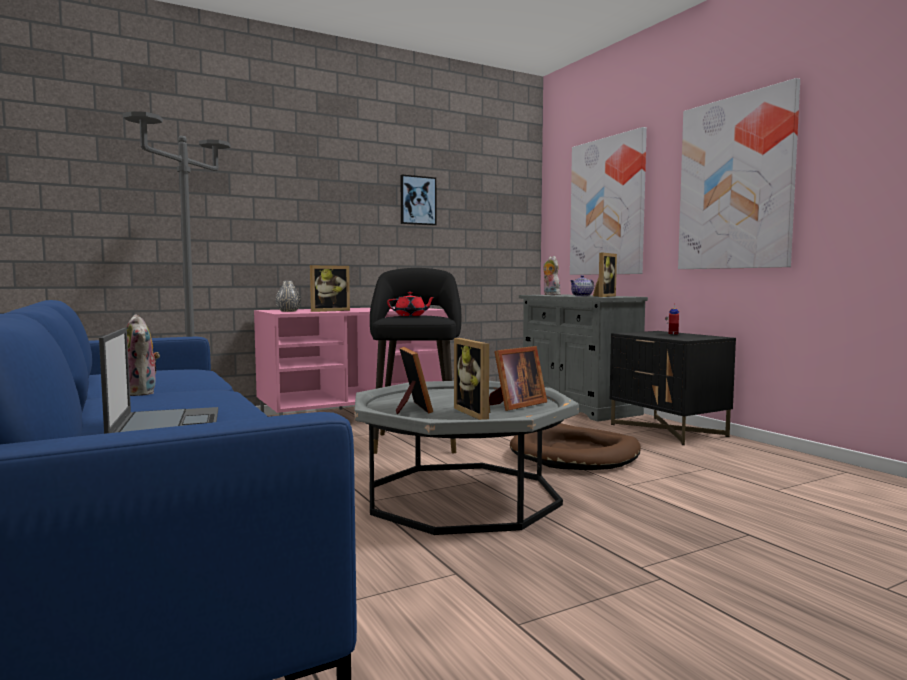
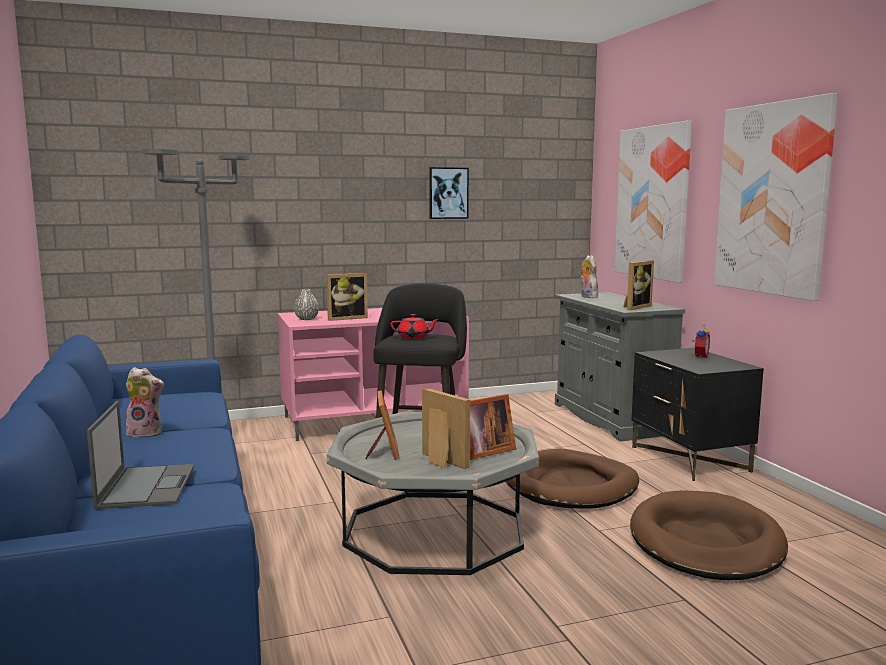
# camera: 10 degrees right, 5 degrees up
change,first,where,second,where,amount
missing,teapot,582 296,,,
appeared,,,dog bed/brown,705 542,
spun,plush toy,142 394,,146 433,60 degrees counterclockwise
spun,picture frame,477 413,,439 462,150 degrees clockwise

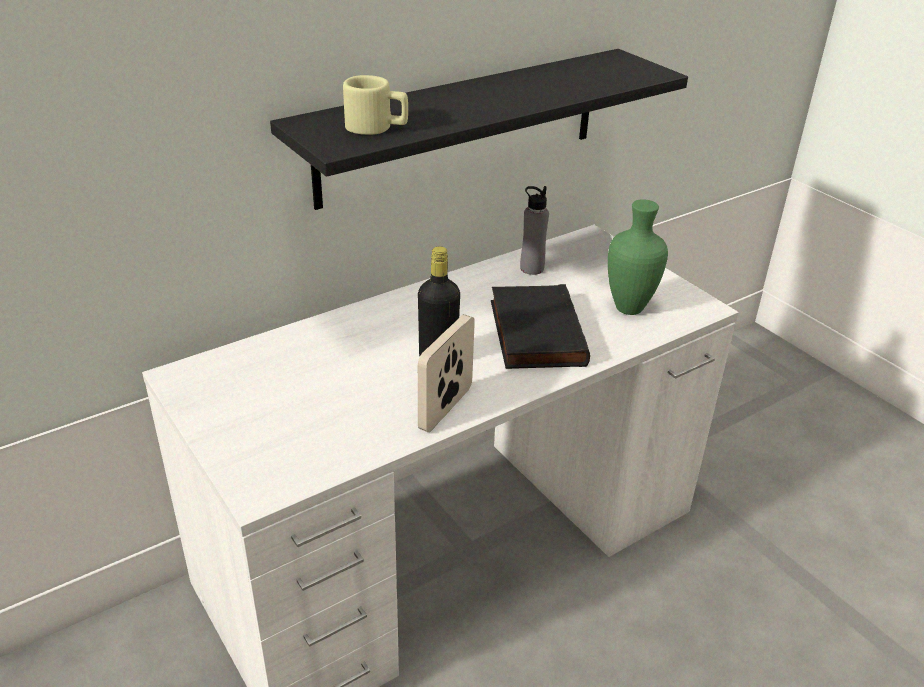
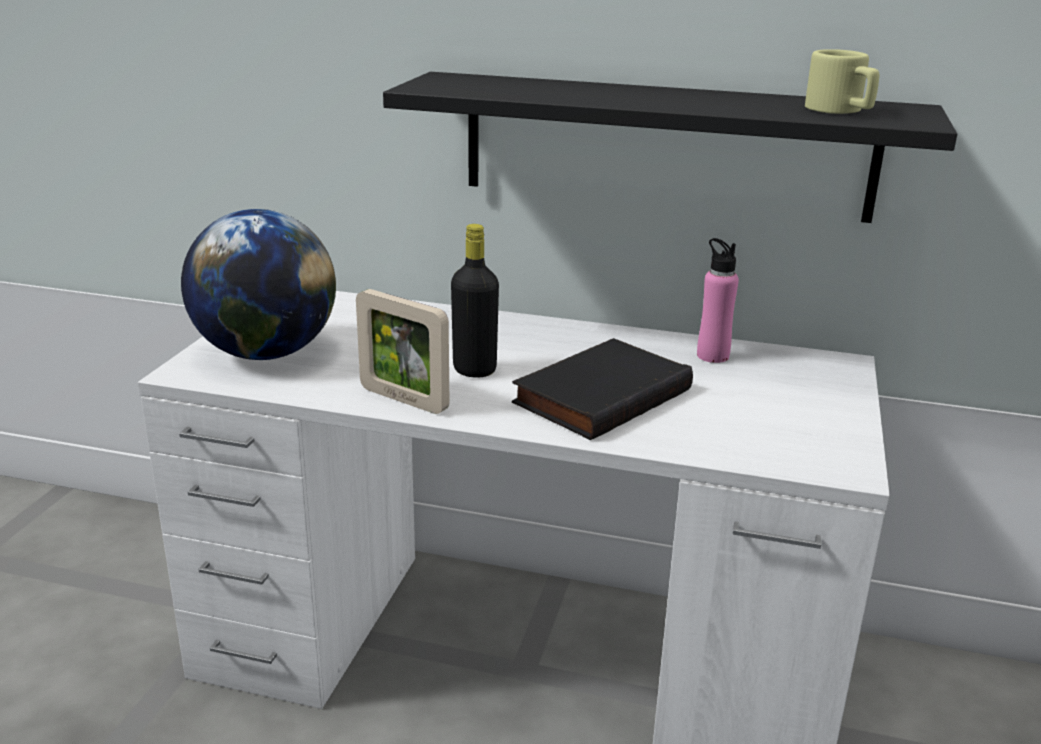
# camera: 50 degrees right, 10 degrees down
change,first,where,second,where,amount
missing,vase/green,628 307,,,
appeared,,,globe,266 353,
relocated,mug/beige,377 128,,840 111,
colour,bottle/grey,531 268,bottle/pink,712 356,
spun,picture frame,445 408,,404 399,135 degrees counterclockwise

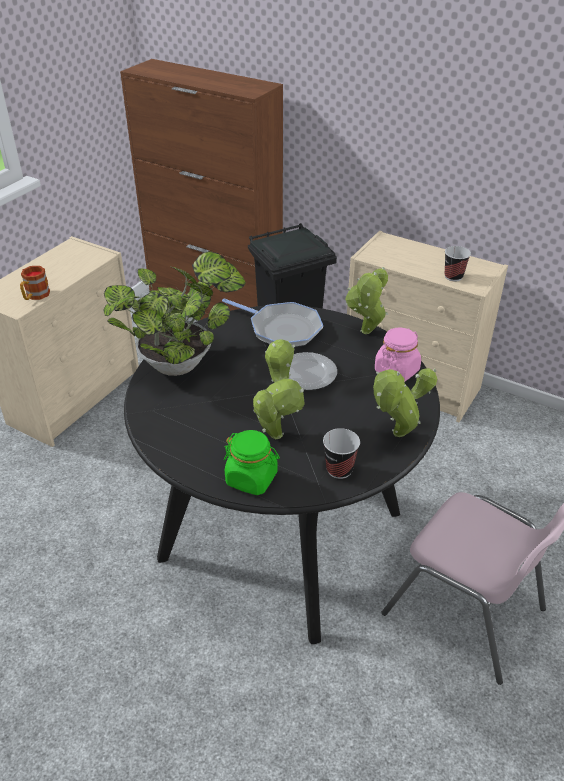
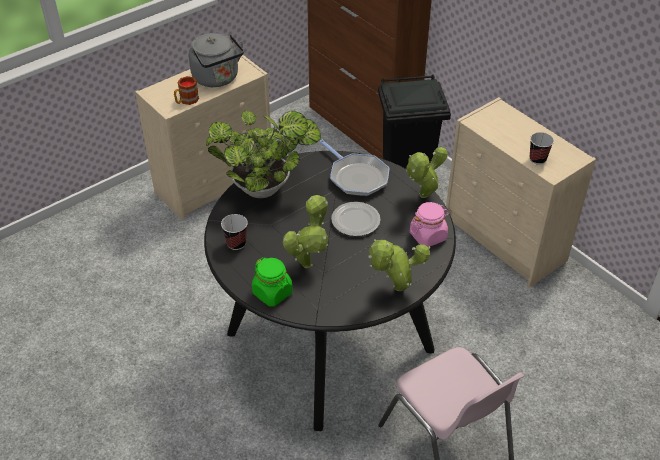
# camera: 20 degrees right, 5 degrees up
change,first,where,second,where,amount
appeared,,,kettle/grey,217 79,
relocated,cup,339 470,,236 243,

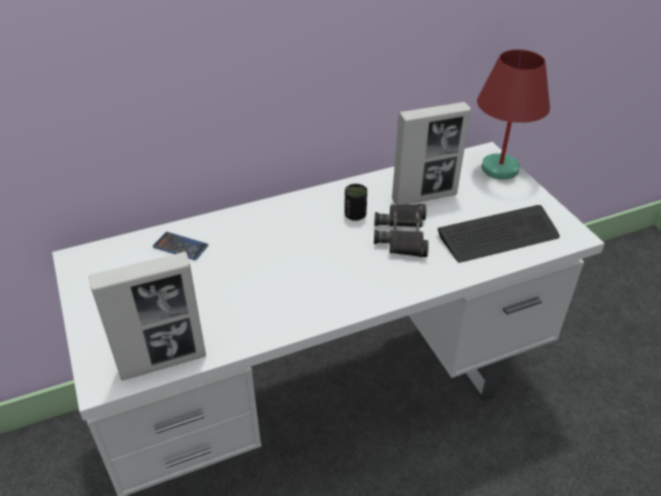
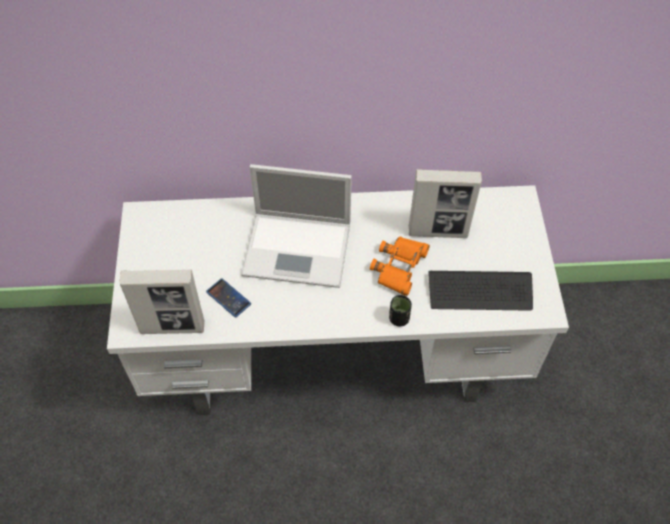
# camera: 20 degrees right, 15 degrees up
change,first,where,second,where,amount
missing,table lamp/red,499 168,,,
appeared,,,laptop,299 249,
relocated,phone,180 246,,228 298,
relocated,cup/black,355 215,,399 318,
colour,binoculars/black,403 235,binoculars/orange,399 267,

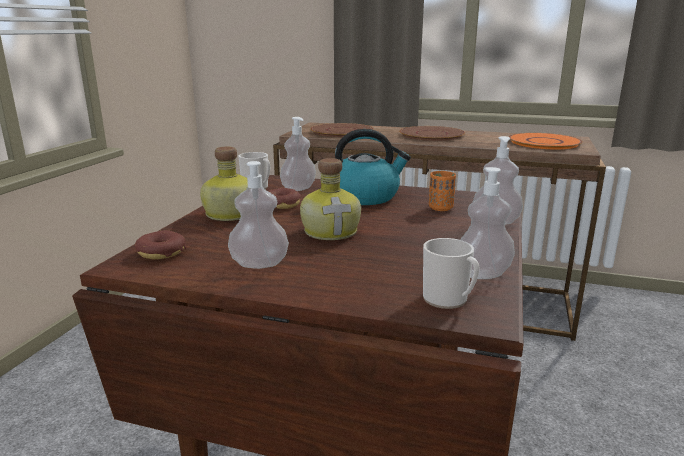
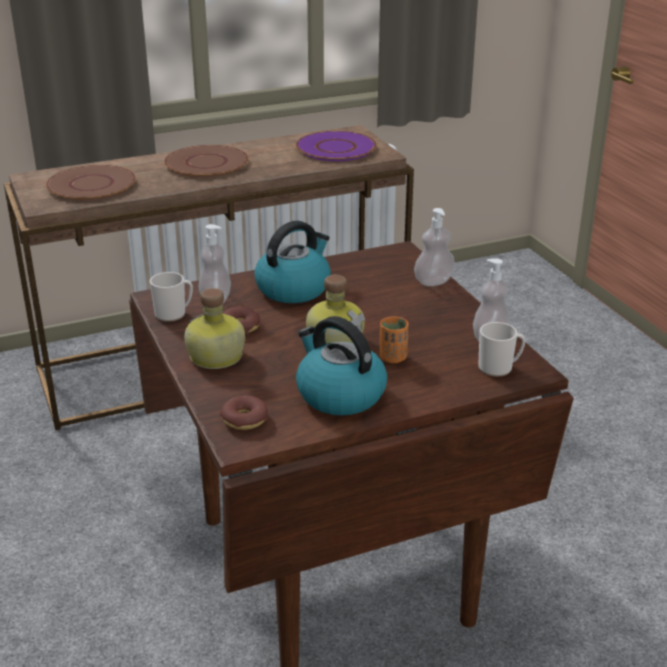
# camera: 40 degrees left, 10 degrees up
change,first,where,second,where,amount
relocated,cup/orange,440 208,,393 358,
exchanged,soap dispenser,259 264,kettle,339 394,
colour,plate/orange,543 142,plate/purple,335 148,

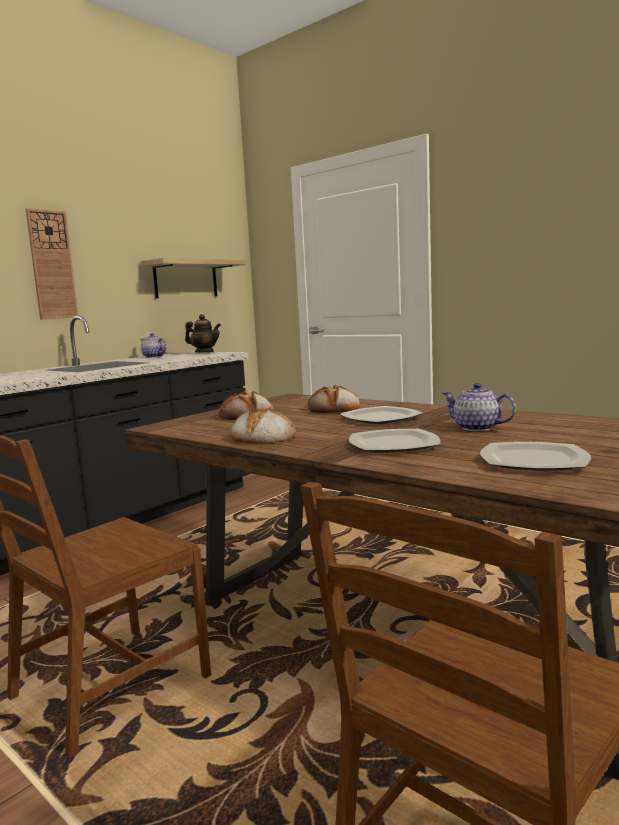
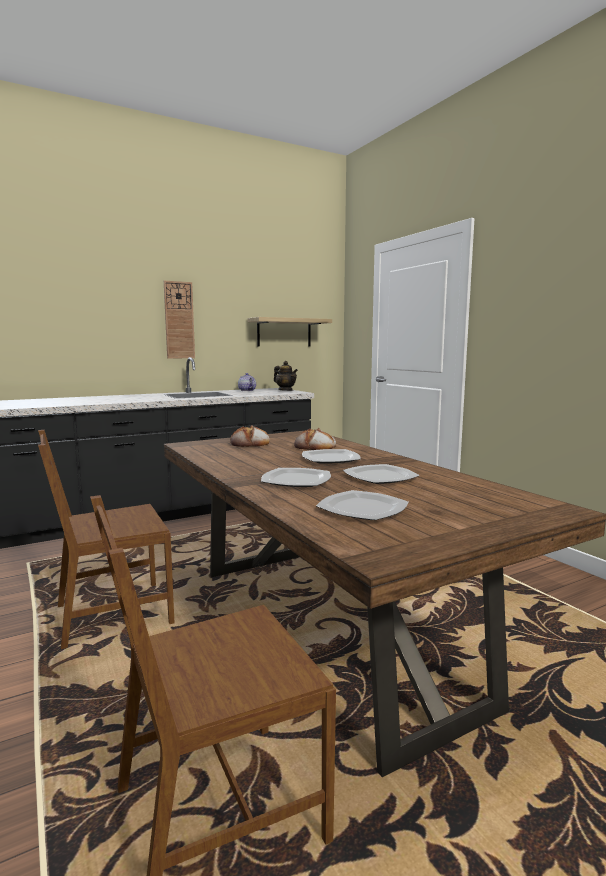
# camera: 20 degrees right, 0 degrees up
change,first,where,second,where,amount
missing,bread,262 436,,,
exchanged,teapot,477 428,plate,380 477,

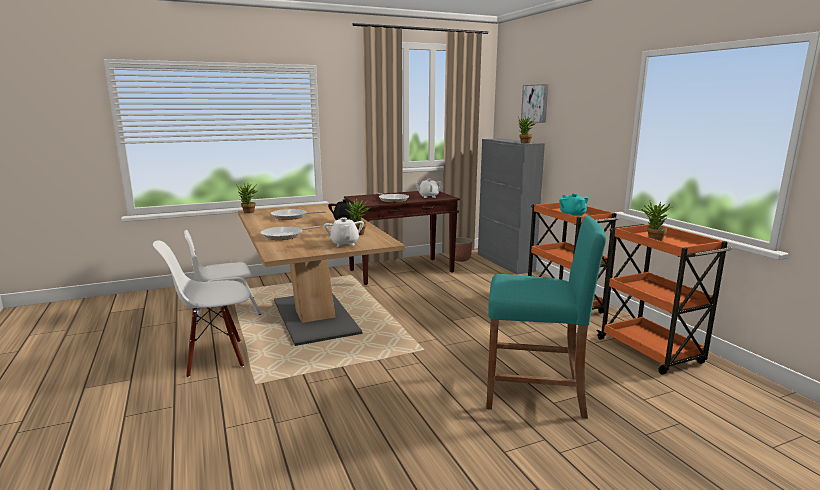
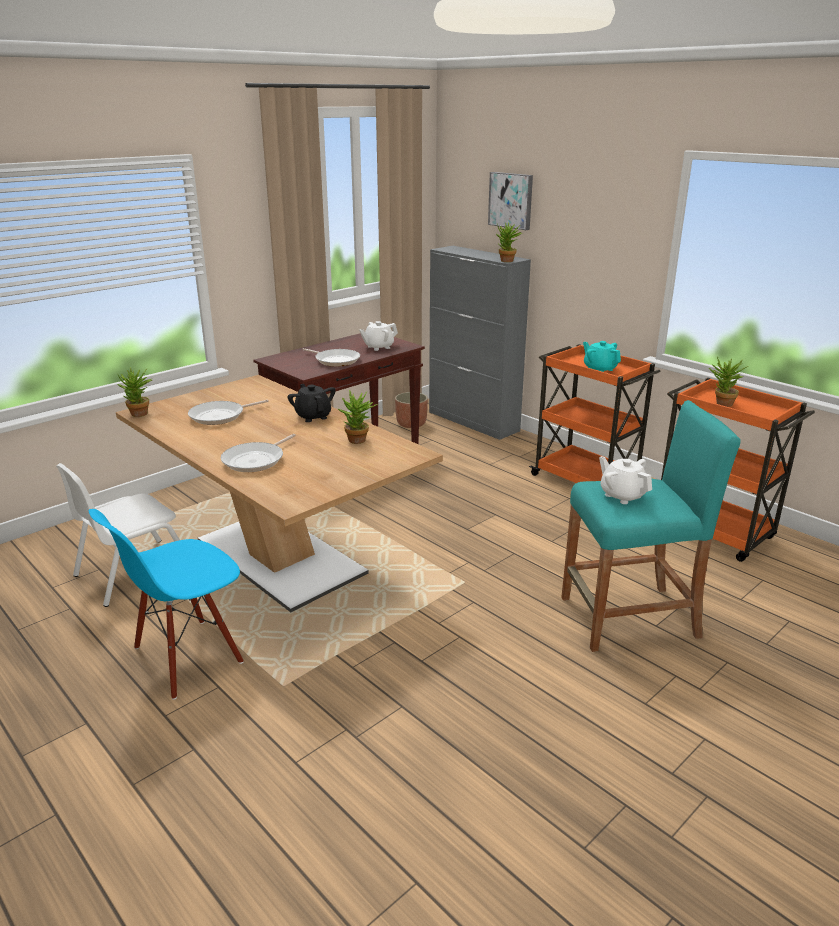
# camera: 20 degrees left, 10 degrees up
change,first,where,second,where,amount
relocated,teapot/white,344 243,,622 495,
colour,chair/white,215 357,chair/blue,187 657,

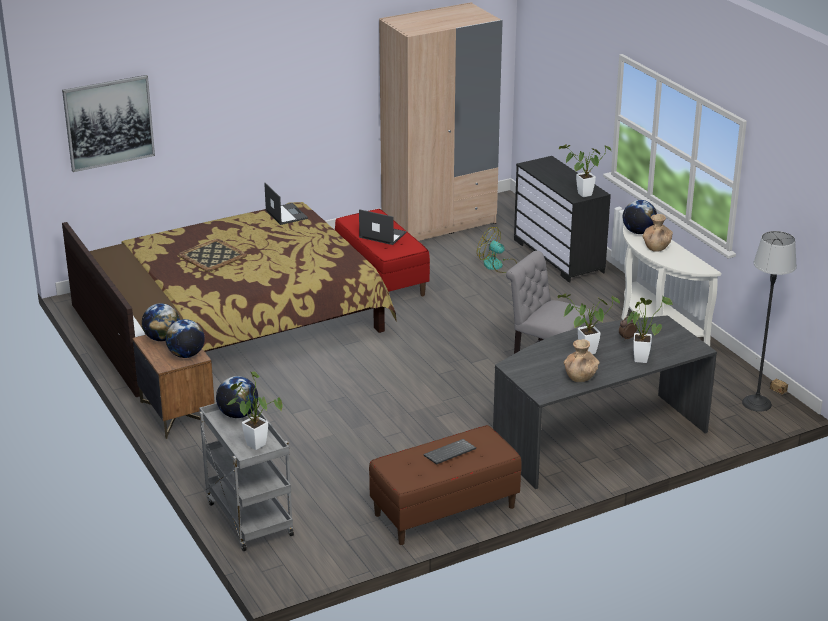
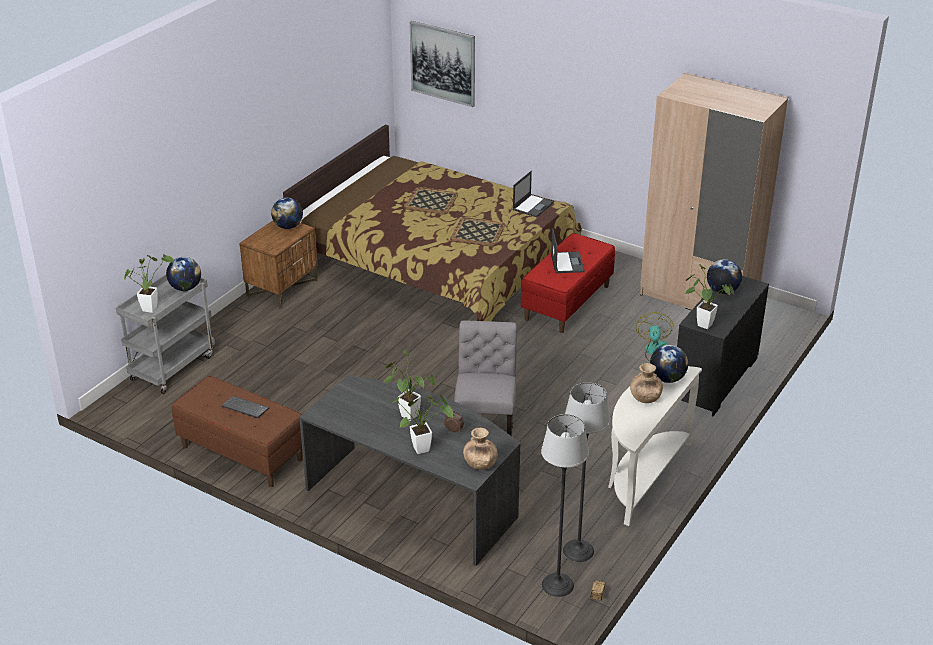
# camera: 60 degrees right, 5 degrees up
change,first,where,second,where,amount
appeared,,,tray,478 232,
appeared,,,floor lamp,578 551,
relocated,globe,186 355,,722 291,
relocated,vase/brown,580 377,,480 464,

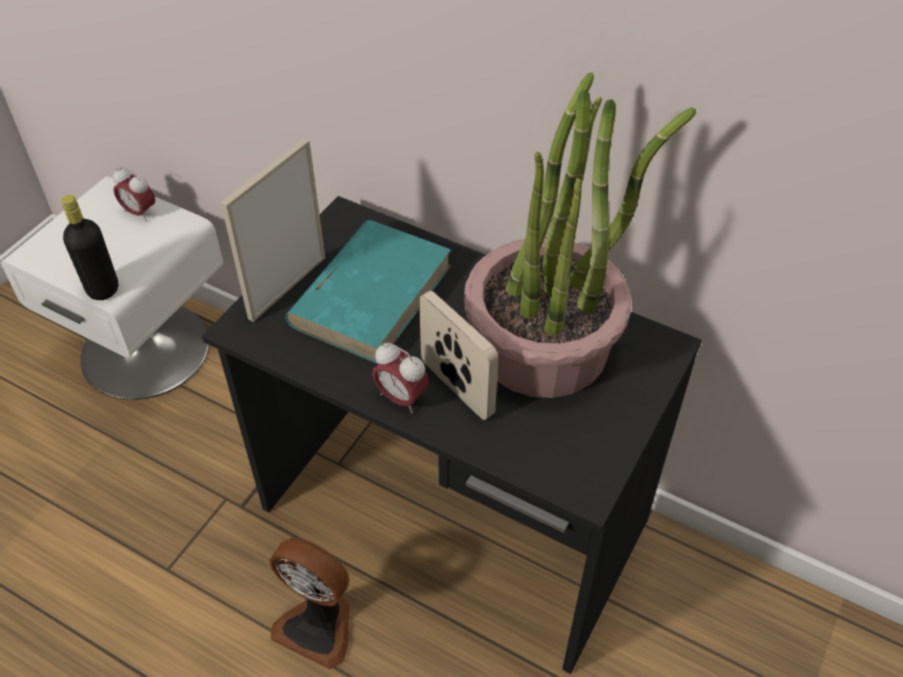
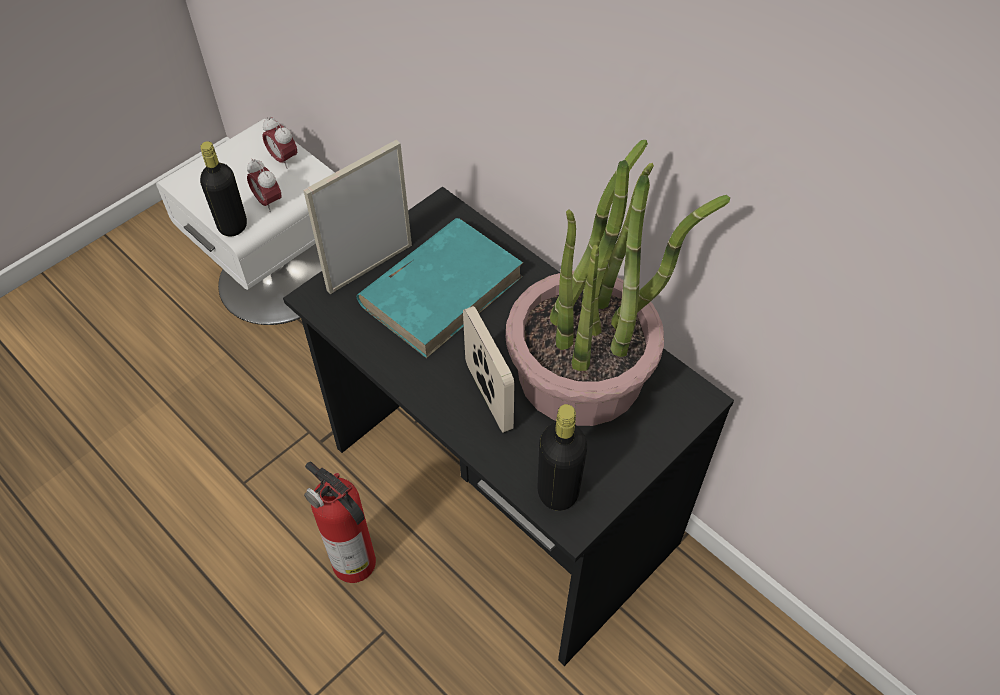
# camera: 15 degrees right, 5 degrees up
change,first,where,second,where,amount
appeared,,,bottle/black,558 491,
relocated,alarm clock,401 398,,268 202,
exchanged,fan,318 625,fire extinguisher,356 564,

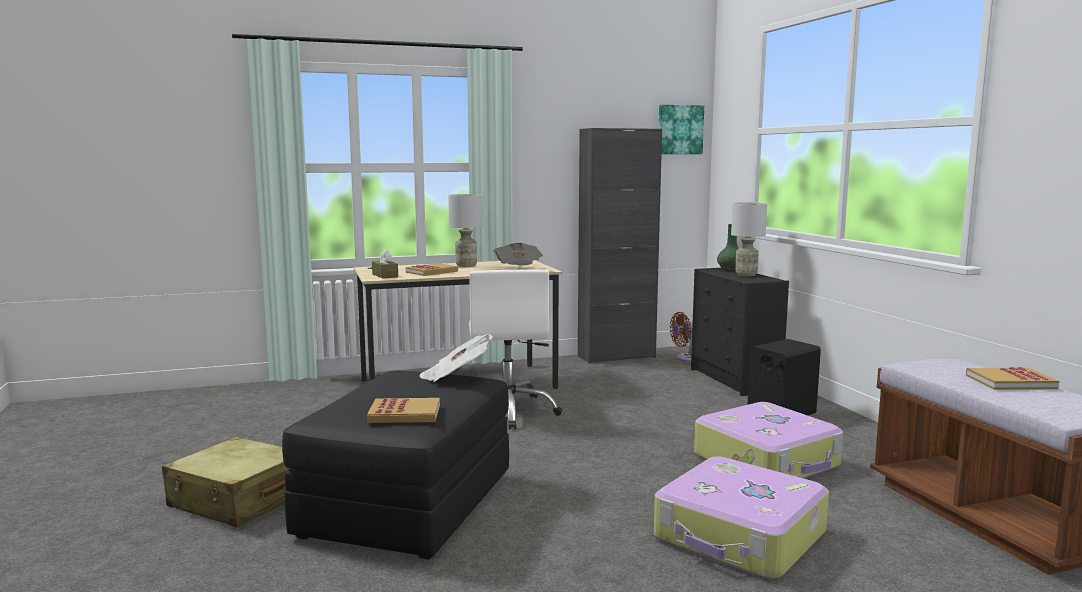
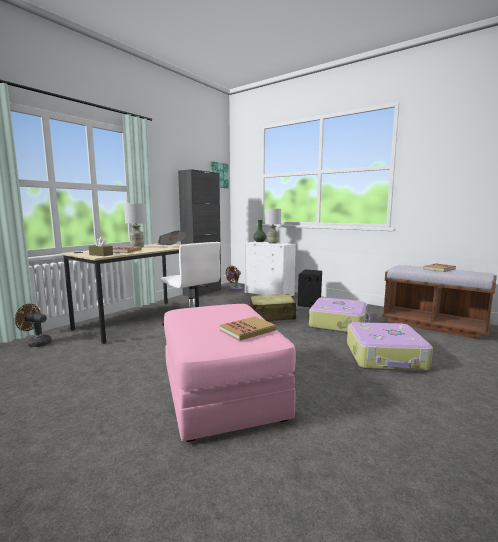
# camera: 35 degrees left, 0 degrees up
change,first,where,second,where,amount
missing,newspaper,455 377,,,
appeared,,,fan/brown,36 343,
relocated,suitcase/beige,239 500,,272 315,
colour,ottoman/black,408 505,ottoman/pink,222 393,
colour,dresser/black,735 380,dresser/white,269 294,

